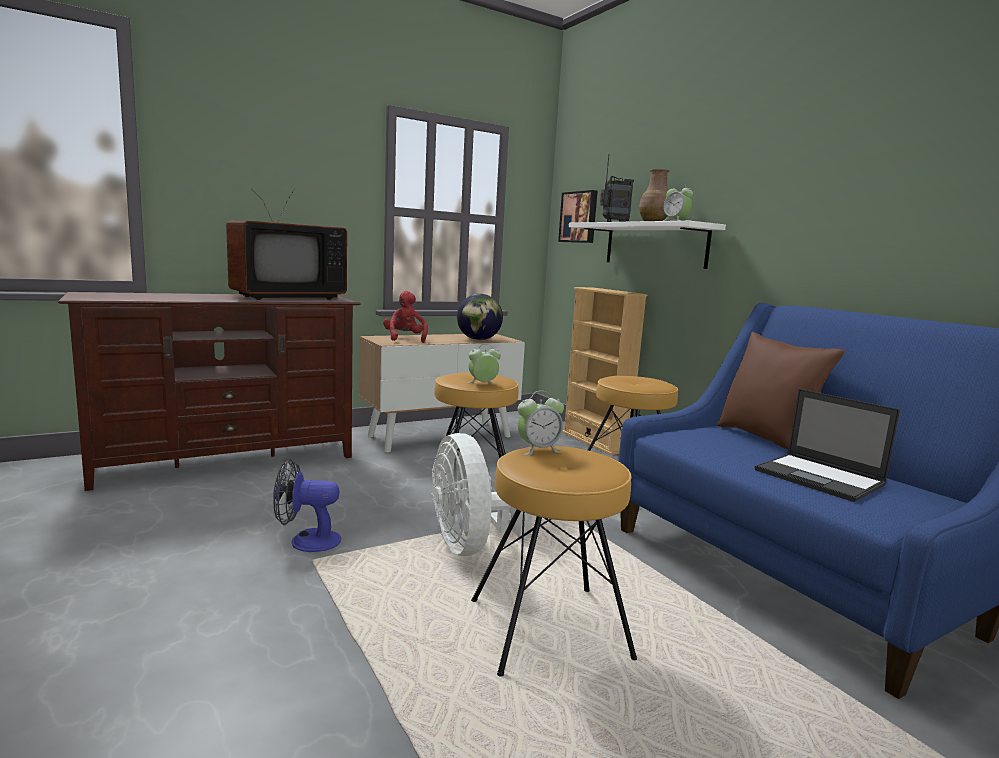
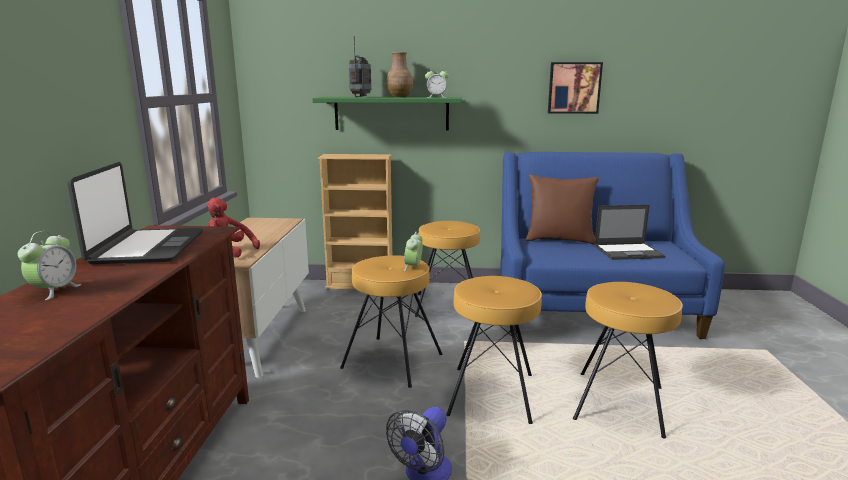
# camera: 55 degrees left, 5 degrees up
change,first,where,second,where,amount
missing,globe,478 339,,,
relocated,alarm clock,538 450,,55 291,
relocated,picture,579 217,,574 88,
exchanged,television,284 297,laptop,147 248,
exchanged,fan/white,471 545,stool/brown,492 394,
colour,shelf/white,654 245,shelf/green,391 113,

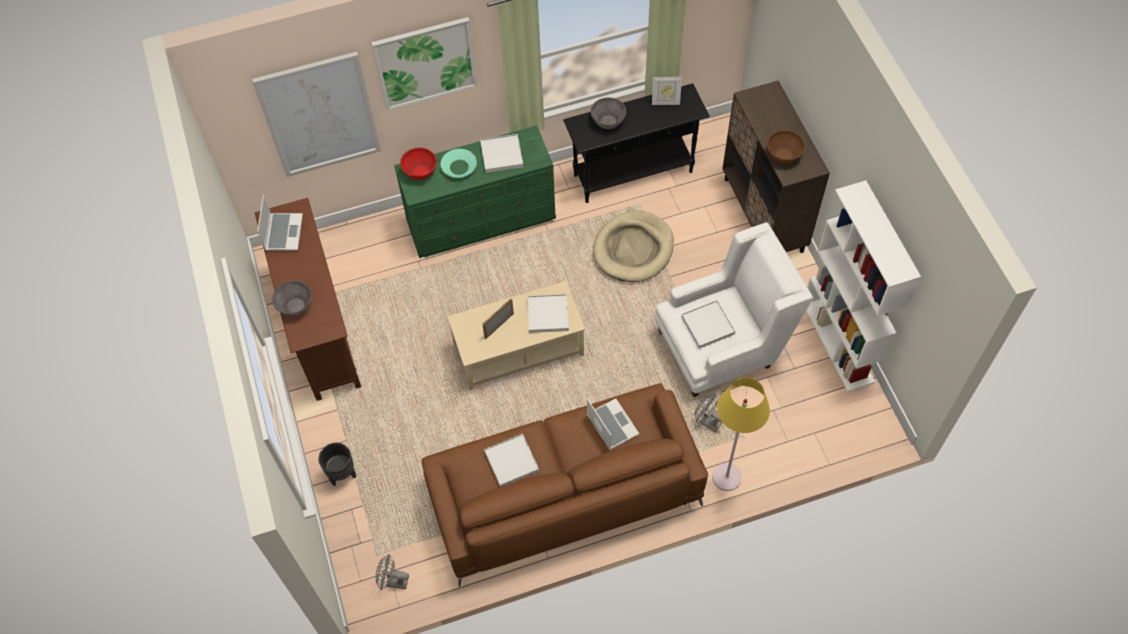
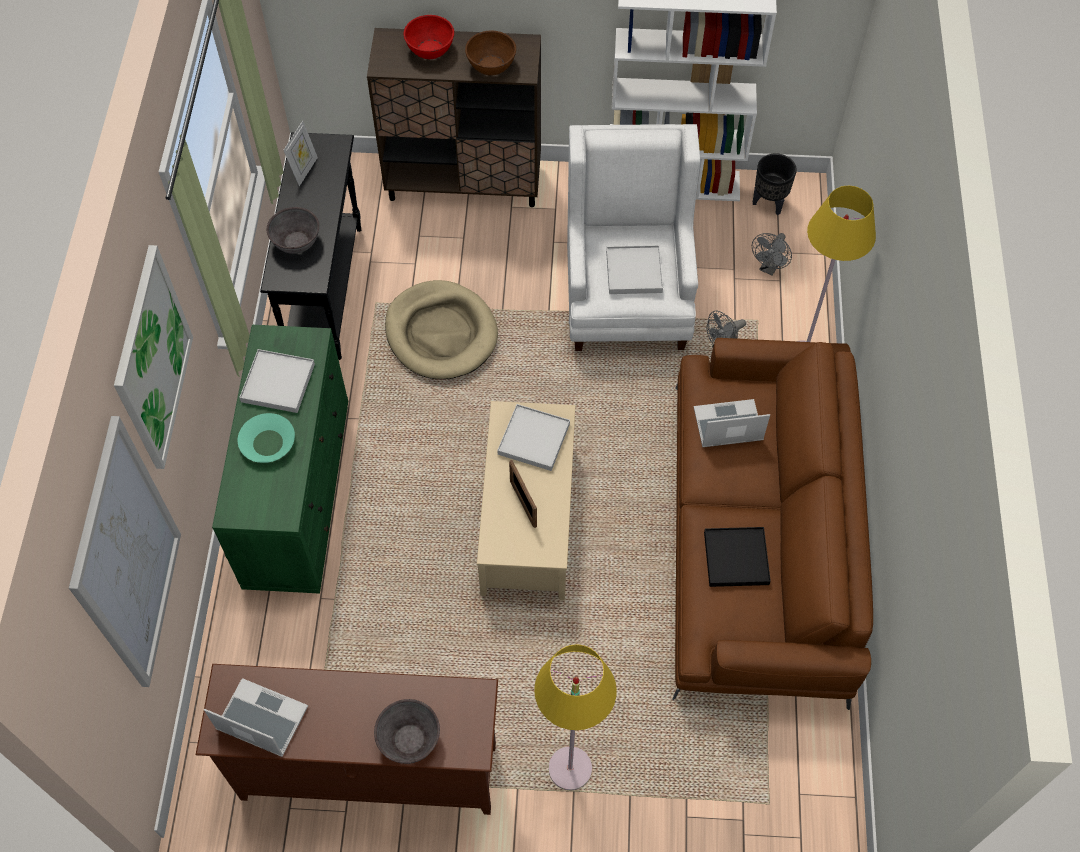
# camera: 70 degrees left, 0 degrees up
change,first,where,second,where,amount
appeared,,,floor lamp/yellow,570 768,
relocated,planter/black,342 475,,769 203,
relocated,fan/grey,393 582,,769 268,
relocated,bowl/red,420 171,,430 49,
colour,tray/white,511 461,tray/black,736 558,

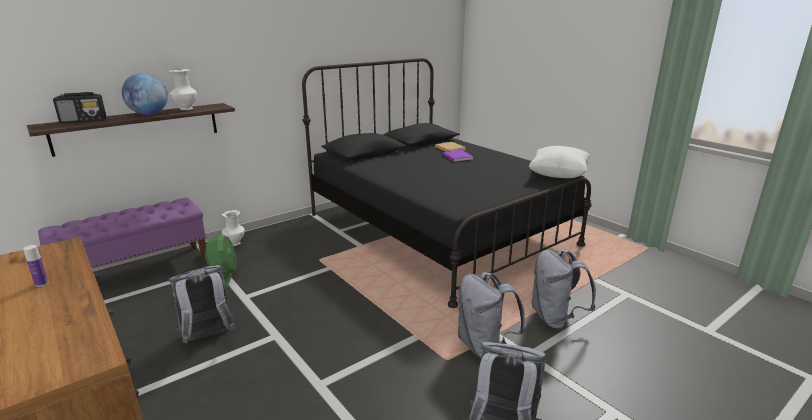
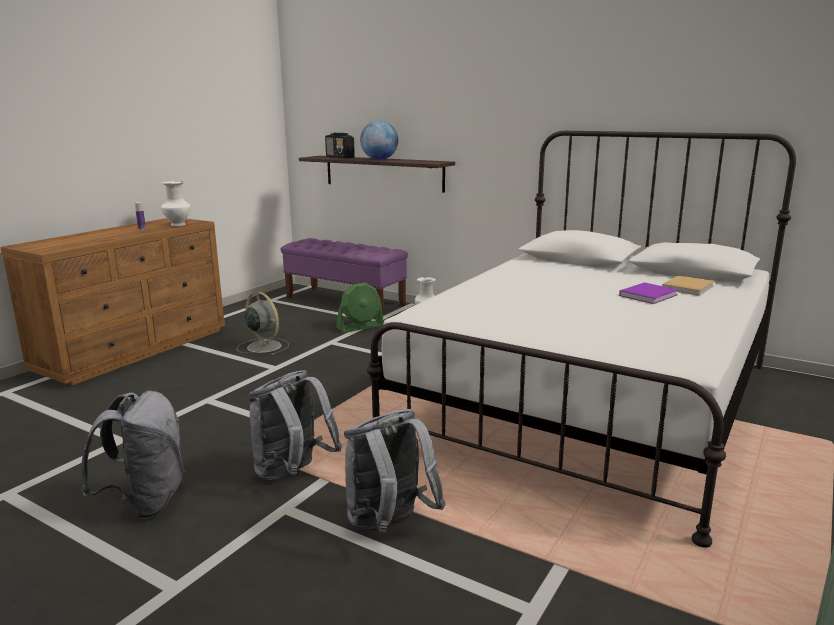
# camera: 70 degrees right, 5 degrees down
change,first,where,second,where,amount
missing,pillow/white,558 176,,,
relocated,vase/white,186 109,,177 225,
exchanged,backpack/grey,208 337,fan/grey,263 346,
colour,bed/black,438 229,bed/white,590 400,

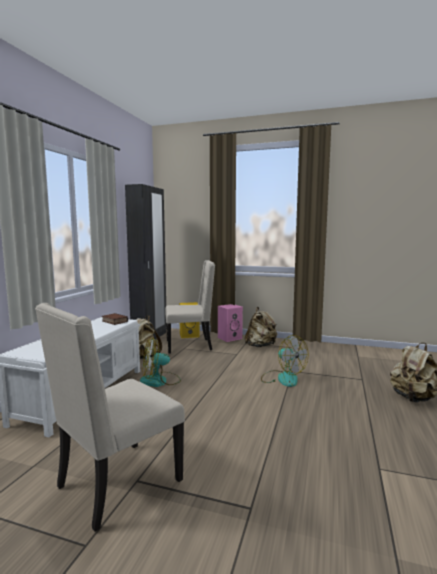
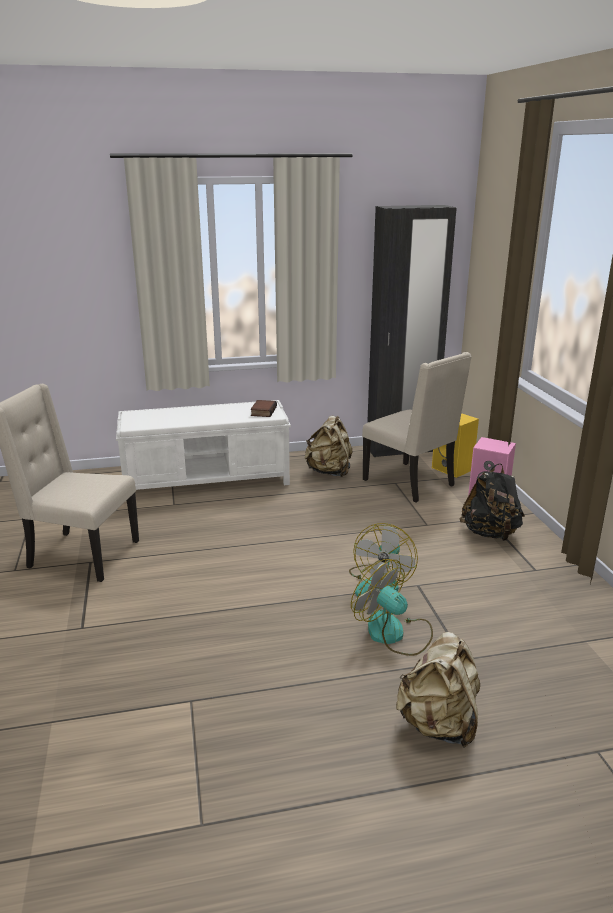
# camera: 60 degrees right, 15 degrees up
change,first,where,second,where,amount
relocated,fan,160 381,,394 634,
colour,backpack/beige,260 346,backpack/black,490 534,

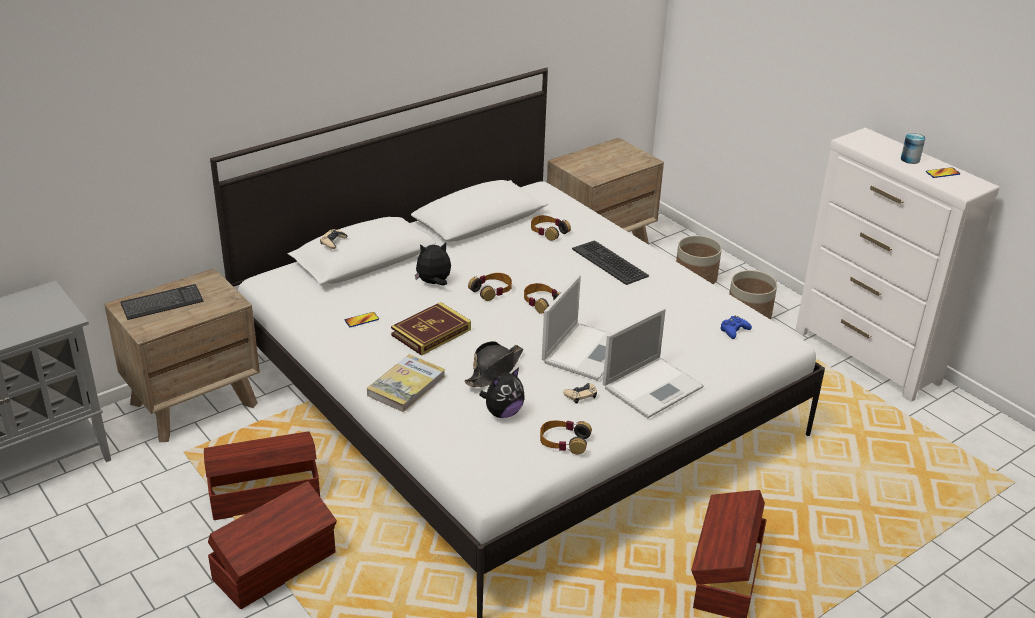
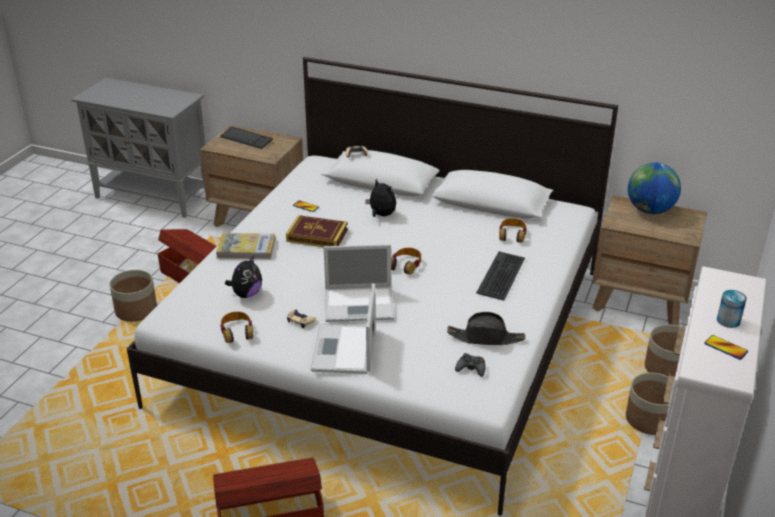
# camera: 60 degrees right, 0 degrees up
change,first,where,second,where,amount
missing,headphones,491 290,,,
appeared,,,globe,650 210,
relocated,hat/black,494 370,,486 338,
exchanged,storage box/brown,276 567,planter,136 310,
colour,game controller/blue,734 330,game controller/black,471 368,
spun,plush toy,503 413,,246 294,75 degrees counterclockwise
spun,laptop,653 386,,344 351,75 degrees clockwise

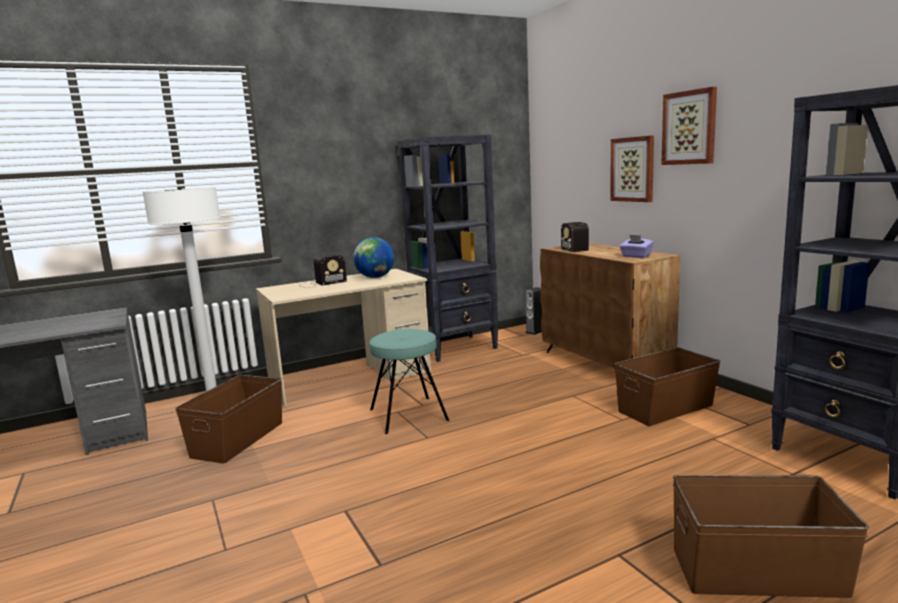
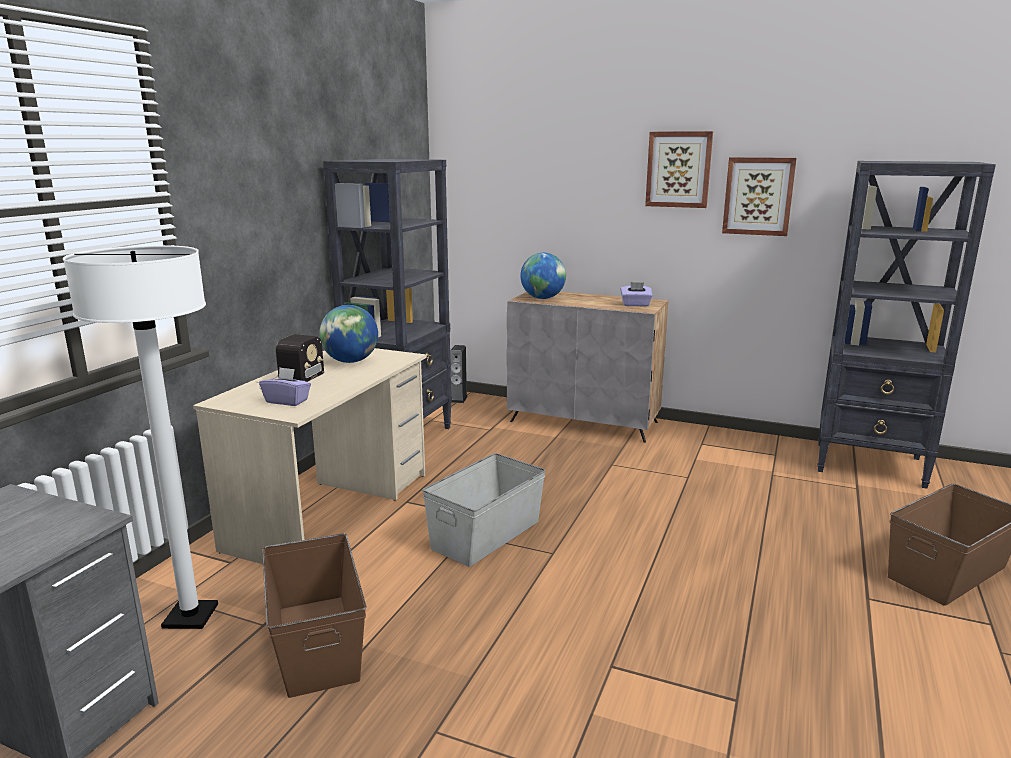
# camera: 40 degrees left, 5 degrees up
change,first,where,second,where,amount
missing,storage box/brown,666 408,,,
appeared,,,tissue box/purple,287 401,
relocated,picture,633 169,,758 196,
exchanged,stool/turquoise,408 415,storage box/grey,487 534,
exchanged,radio,572 248,globe,542 298,
colour,cabinet/brown,605 363,cabinet/grey,584 422,

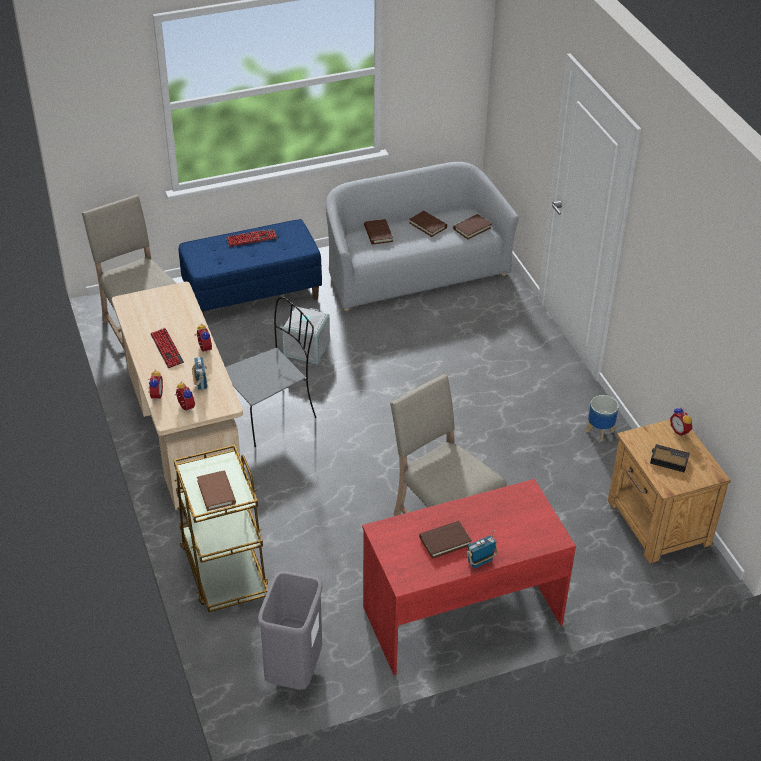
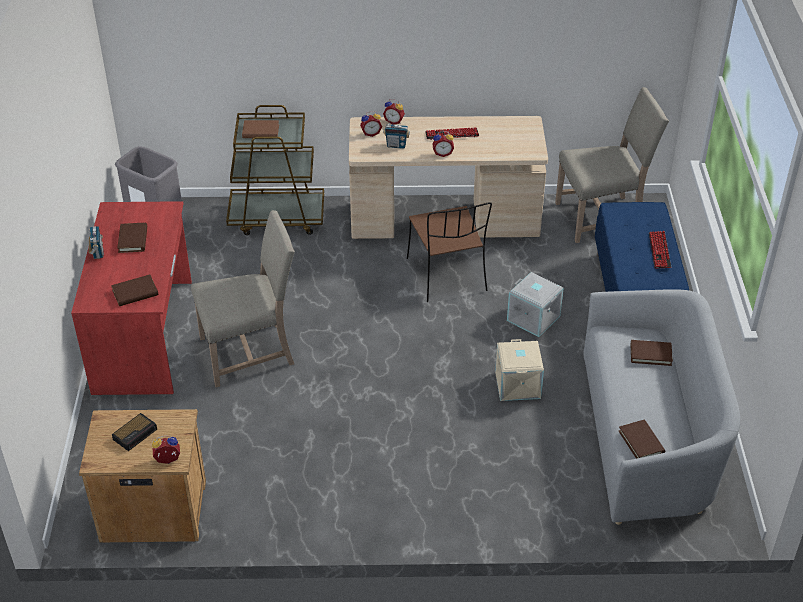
# camera: 110 degrees right, 0 degrees up
change,first,where,second,where,amount
missing,planter,600 431,,,
appeared,,,storage box/beige,518 385,
relocated,book/brown,428 225,,135 293,
colour,chair/grey,271 413,chair/brown,447 276,

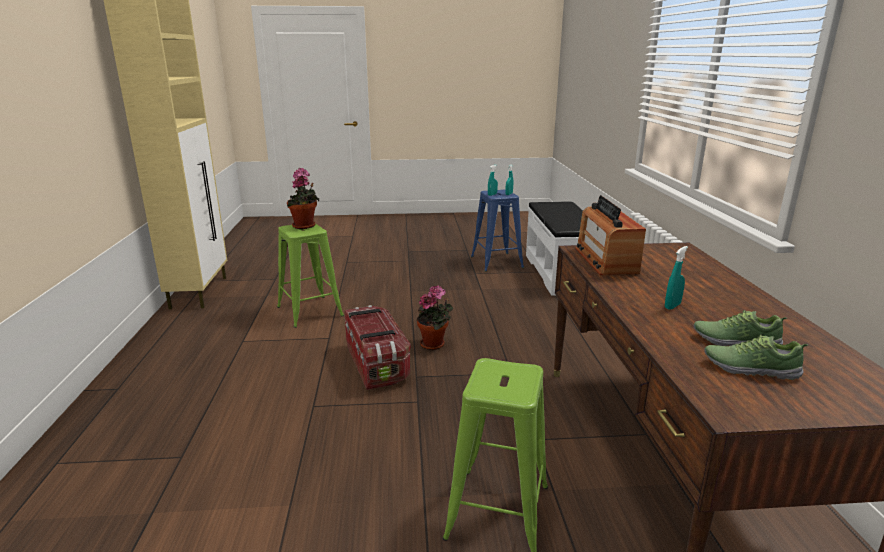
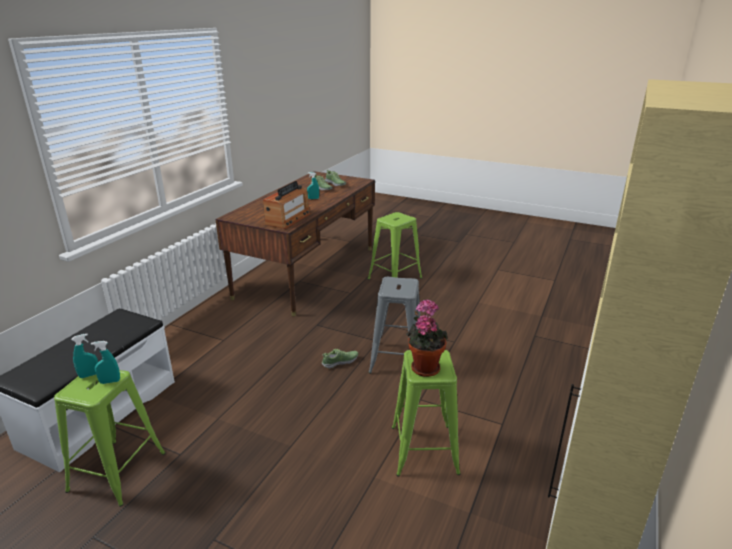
# camera: 150 degrees left, 5 degrees up
change,first,where,second,where,amount
exchanged,storage box,376 363,stool/grey,396 359,
exchanged,potted plant,434 344,shoe,340 362,
colour,stool/blue,496 262,stool/green,118 471,

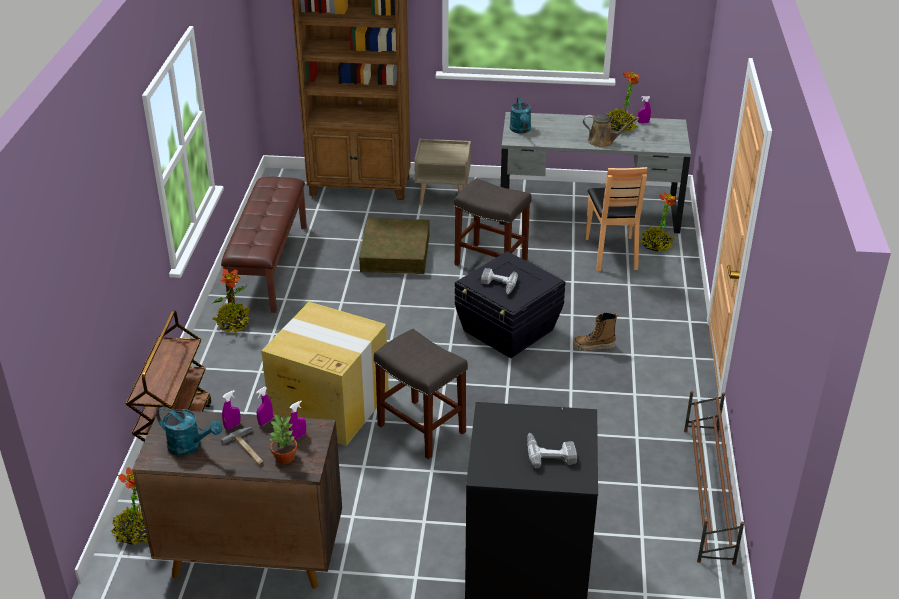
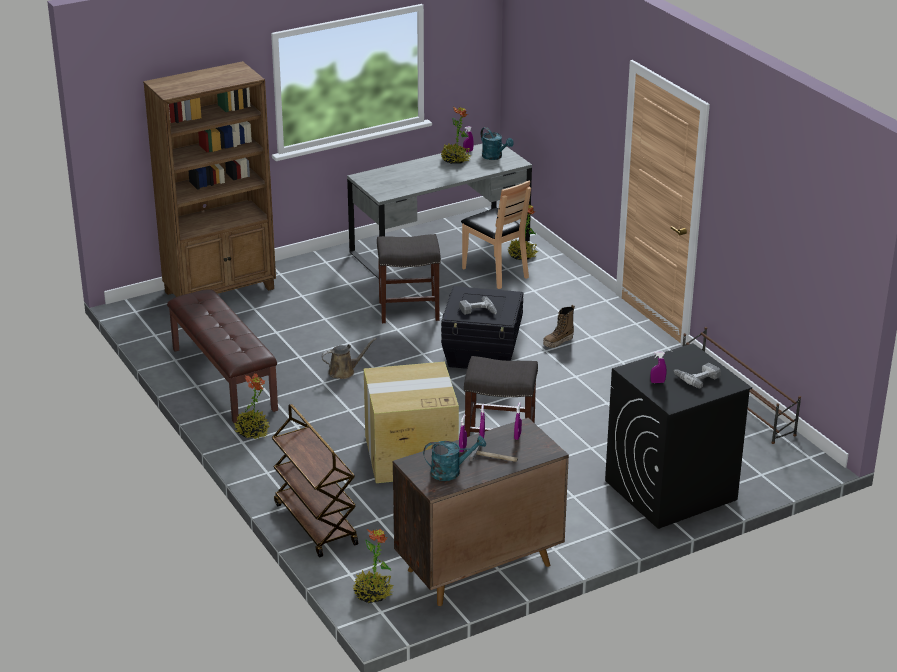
# camera: 35 degrees left, 5 degrees down
change,first,where,second,where,amount
missing,potted plant,285 457,,,
missing,storage box/brown,395 253,,,
missing,nightstand/beige,443 197,,,
appeared,,,spray bottle/purple,657 382,
relocated,watering can/turquoise,521 130,,495 157,
relocated,watering can/brown,603 141,,344 371,

